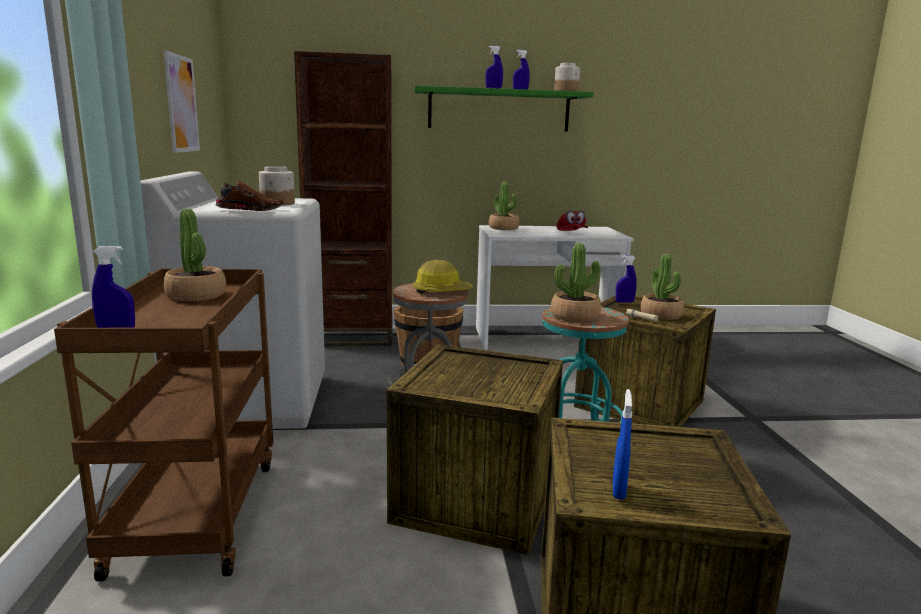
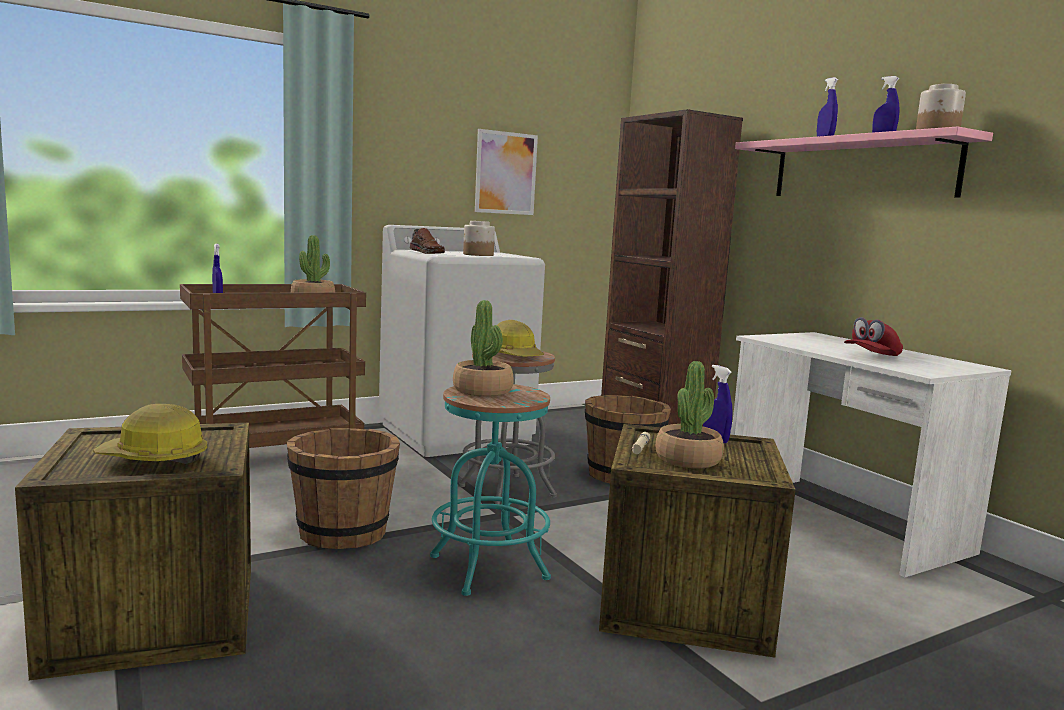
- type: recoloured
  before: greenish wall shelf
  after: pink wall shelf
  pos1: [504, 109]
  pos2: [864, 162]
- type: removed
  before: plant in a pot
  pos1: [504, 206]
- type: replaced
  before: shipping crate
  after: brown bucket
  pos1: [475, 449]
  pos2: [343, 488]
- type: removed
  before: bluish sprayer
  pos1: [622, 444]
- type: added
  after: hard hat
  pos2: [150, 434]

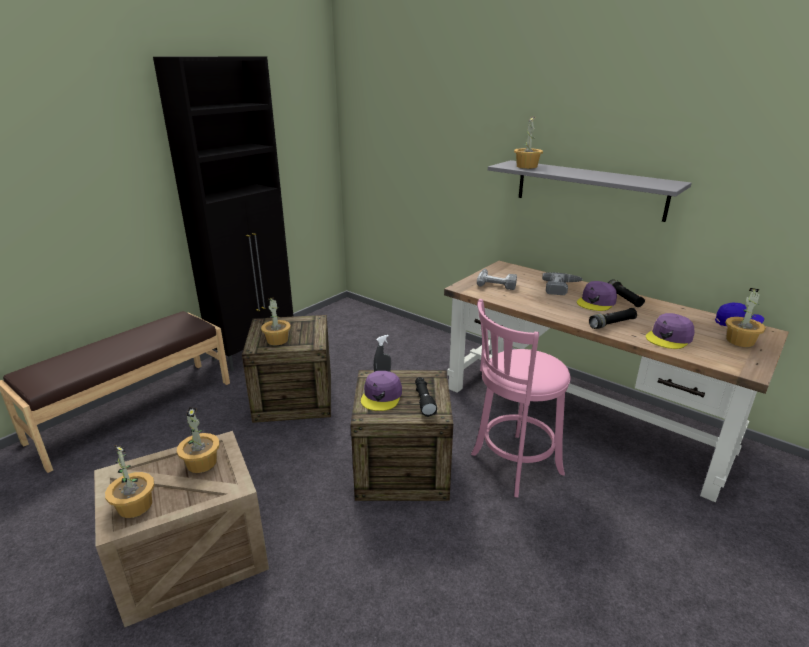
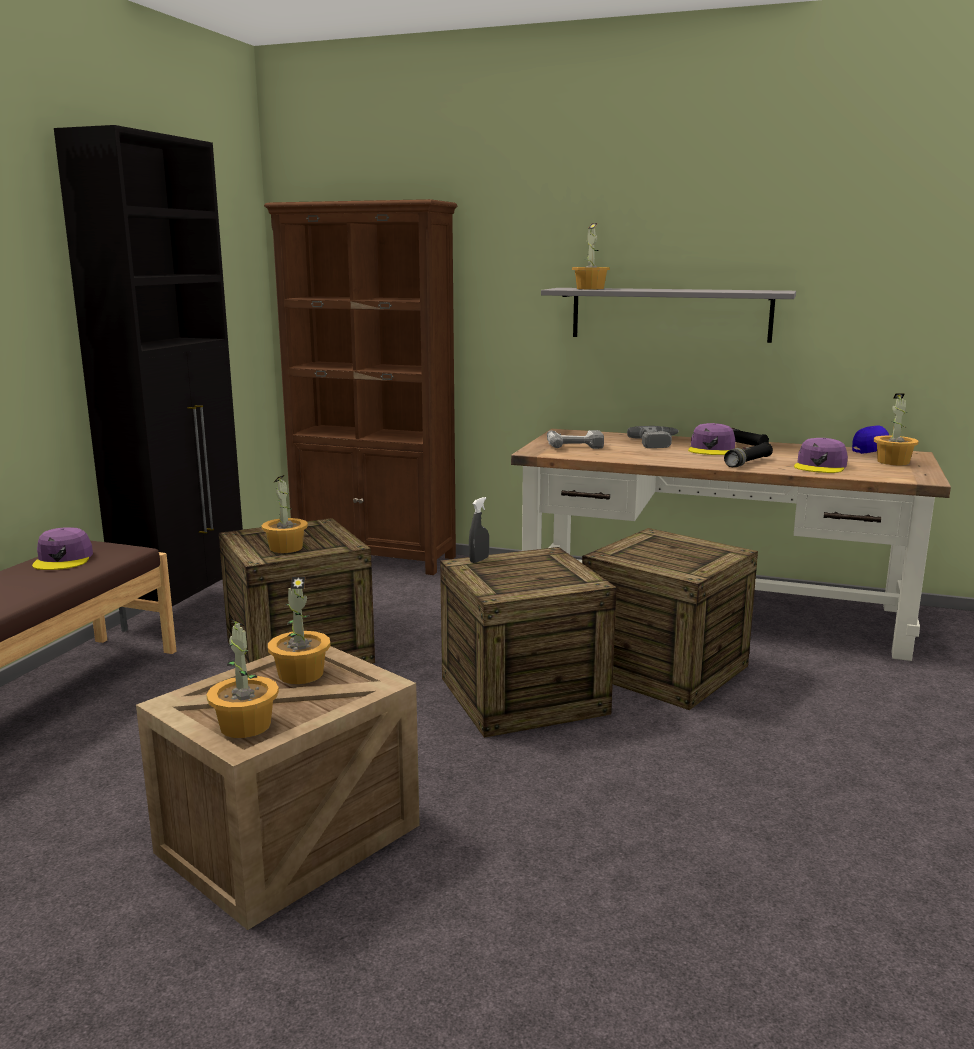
- type: replaced
  before: pink stool seat
  after: shipping crate
  pos1: [520, 398]
  pos2: [670, 619]
- type: moved
  before: purple-coloured peaked cap
  pos1: [381, 391]
  pos2: [62, 548]
- type: removed
  before: black hand torch
  pos1: [426, 397]
- type: added
  after: brown shelving unit
  pos2: [360, 387]

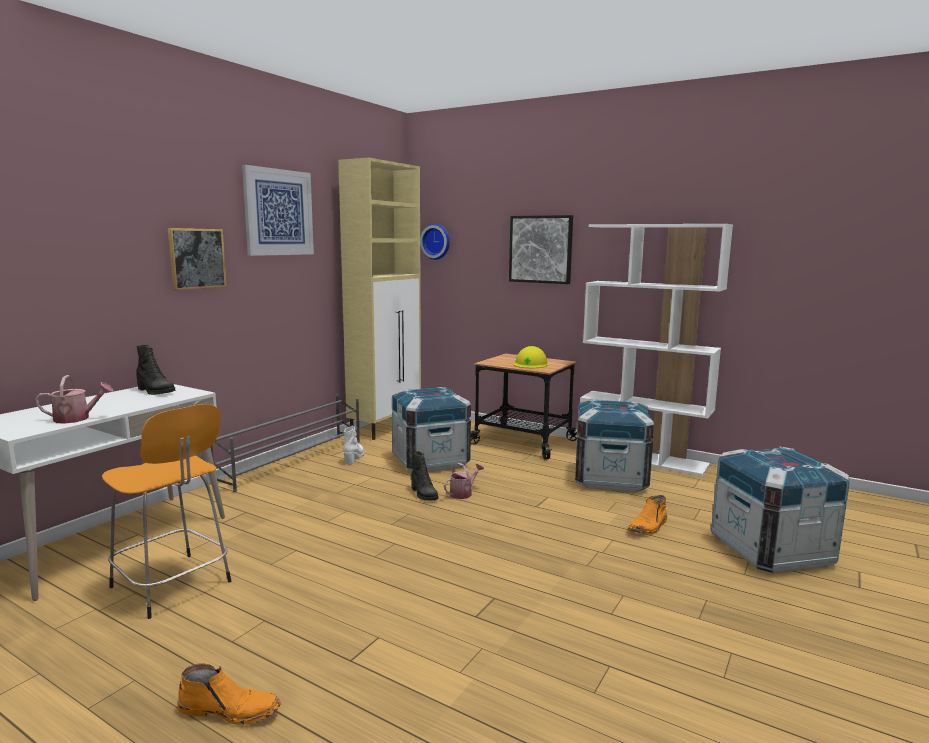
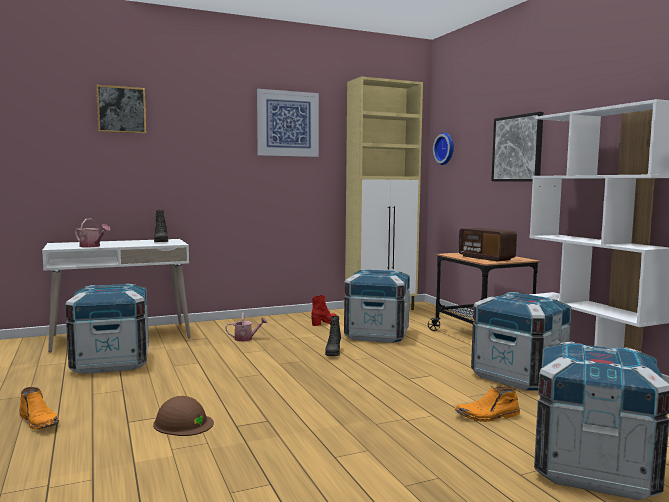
- type: moved
  before: wall art
  pos1: [197, 259]
  pos2: [121, 109]
- type: replaced
  before: yellow-coloured hard hat
  after: radio set
  pos1: [531, 357]
  pos2: [488, 244]
- type: removed
  before: gray shoe shelf
  pos1: [285, 443]
- type: replaced
  before: orange-coloured stool seat
  after: shipping crate
  pos1: [166, 511]
  pos2: [107, 329]
- type: recoloured
  before: white-coloured tall boot
  after: red-coloured tall boot
  pos1: [353, 445]
  pos2: [323, 310]
- type: moved
  before: sprinkling can
  pos1: [464, 481]
  pos2: [246, 327]
- type: added
  after: brown hard hat
  pos2: [183, 416]

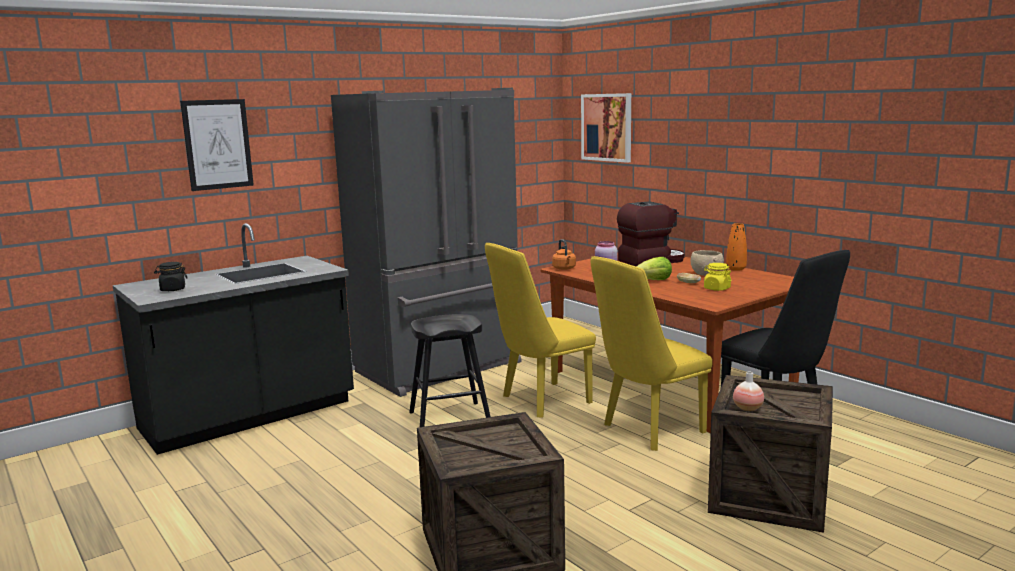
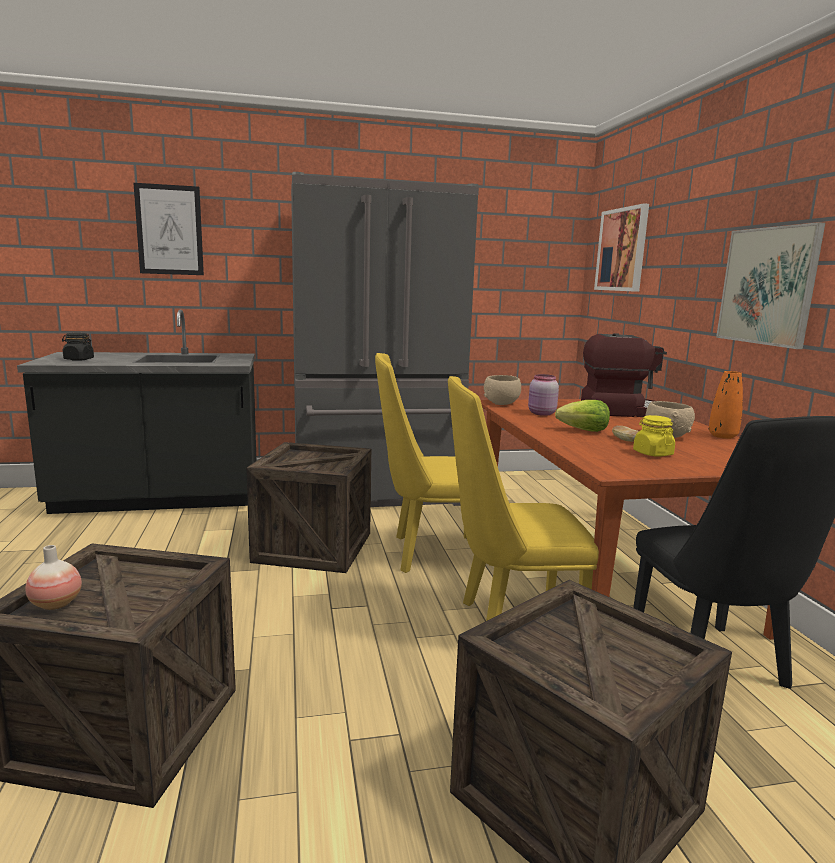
- type: replaced
  before: orange-coloured tea kettle
  after: beige-coloured deep dish
  pos1: [564, 254]
  pos2: [502, 390]
- type: replaced
  before: black stool seat
  after: shipping crate
  pos1: [450, 370]
  pos2: [308, 507]
- type: moved
  before: flower vase
  pos1: [748, 391]
  pos2: [53, 577]
- type: added
  after: wall art
  pos2: [770, 285]

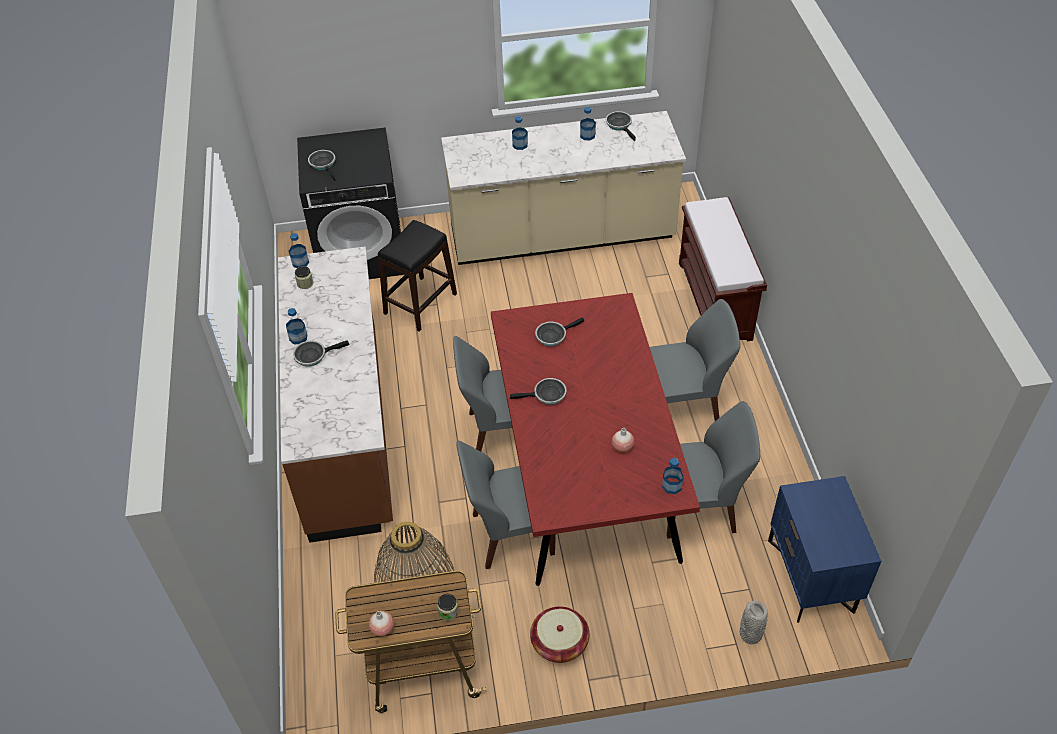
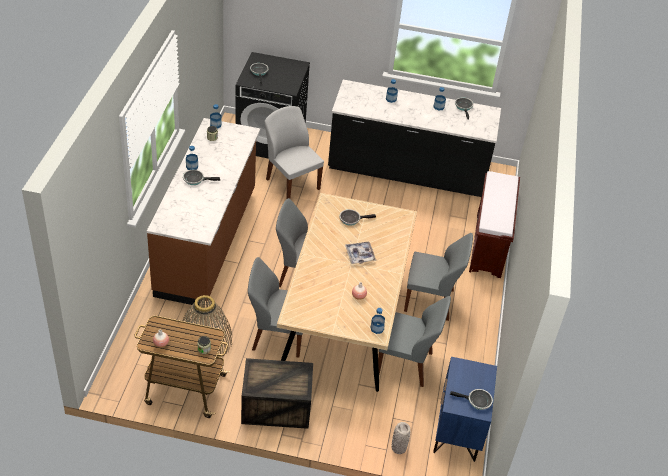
- type: recoloured
  before: beige-coloured counter
  after: black counter
  pos1: [563, 188]
  pos2: [414, 138]
- type: replaced
  before: black stool seat
  after: white-coloured upright chair
  pos1: [417, 276]
  pos2: [294, 152]
- type: recoloured
  before: red-coloured dinner table
  after: beige-coloured dinner table
  pos1: [595, 439]
  pos2: [347, 292]
- type: moved
  before: skillet
  pos1: [538, 391]
  pos2: [471, 399]
- type: replaced
  before: household basket
  after: shipping crate
  pos1: [559, 635]
  pos2: [277, 393]
- type: added
  after: tray
  pos2: [360, 253]

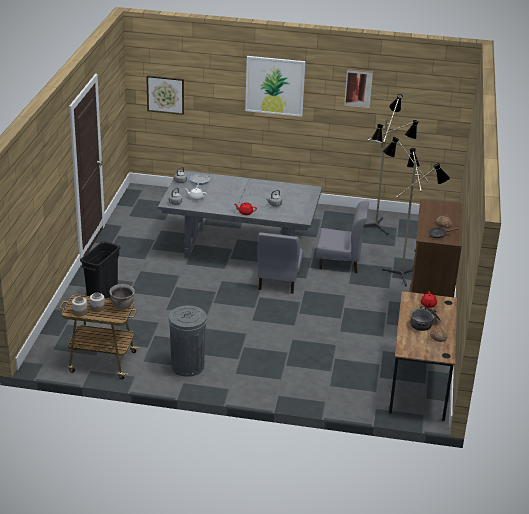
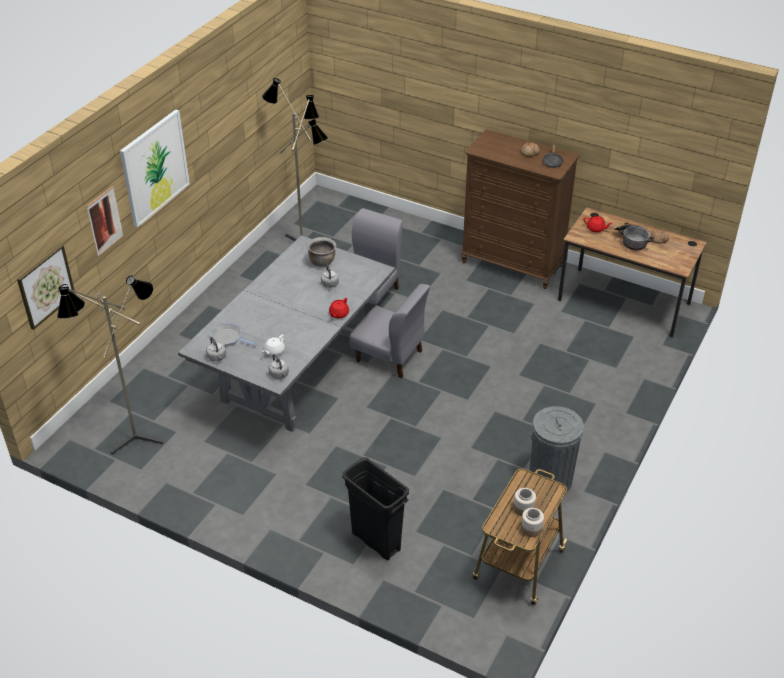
- type: moved
  before: wall art
  pos1: [358, 89]
  pos2: [104, 221]
- type: moved
  before: floor lamp
  pos1: [416, 211]
  pos2: [110, 365]
- type: moved
  before: brown cooking pot
  pos1: [122, 297]
  pos2: [321, 252]

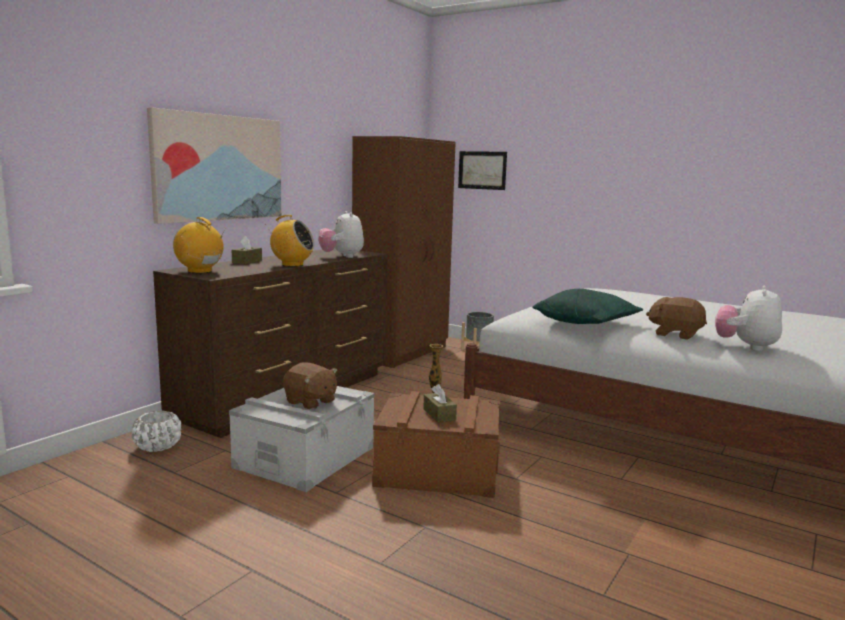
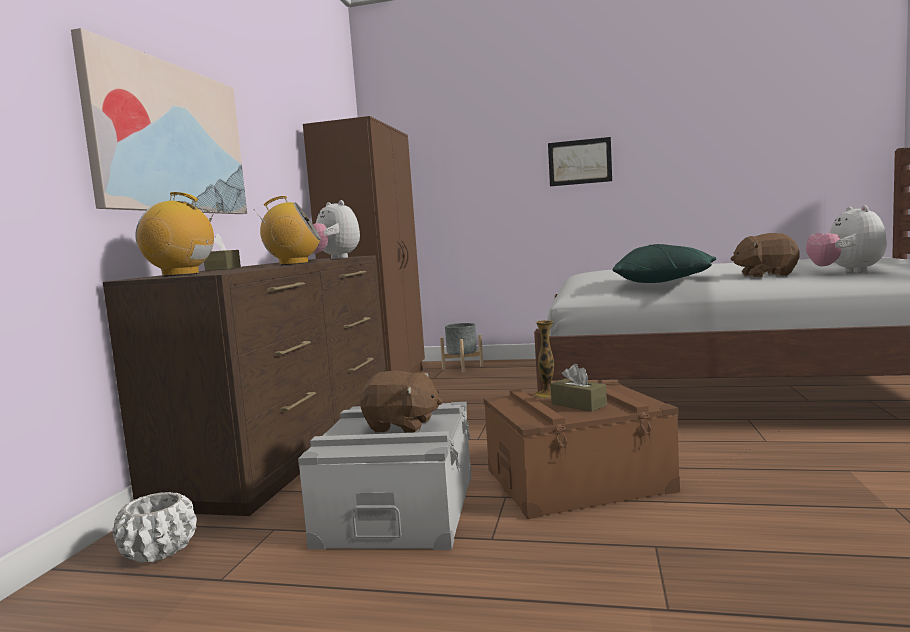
- type: moved
  before: wall art
  pos1: [482, 170]
  pos2: [580, 161]

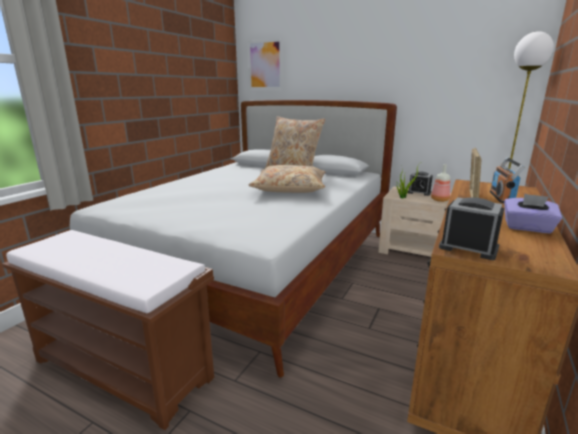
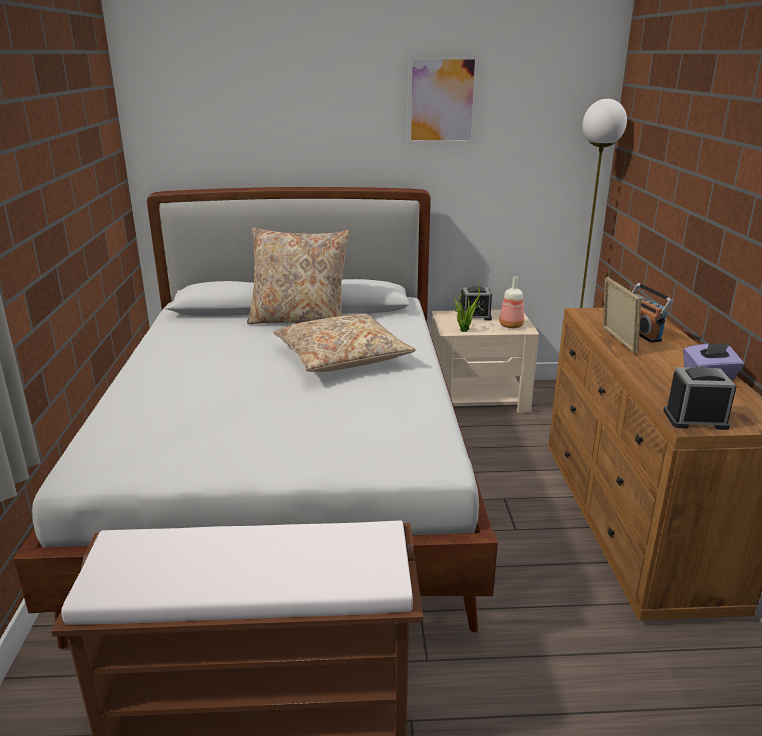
- type: moved
  before: wall art
  pos1: [265, 64]
  pos2: [443, 99]

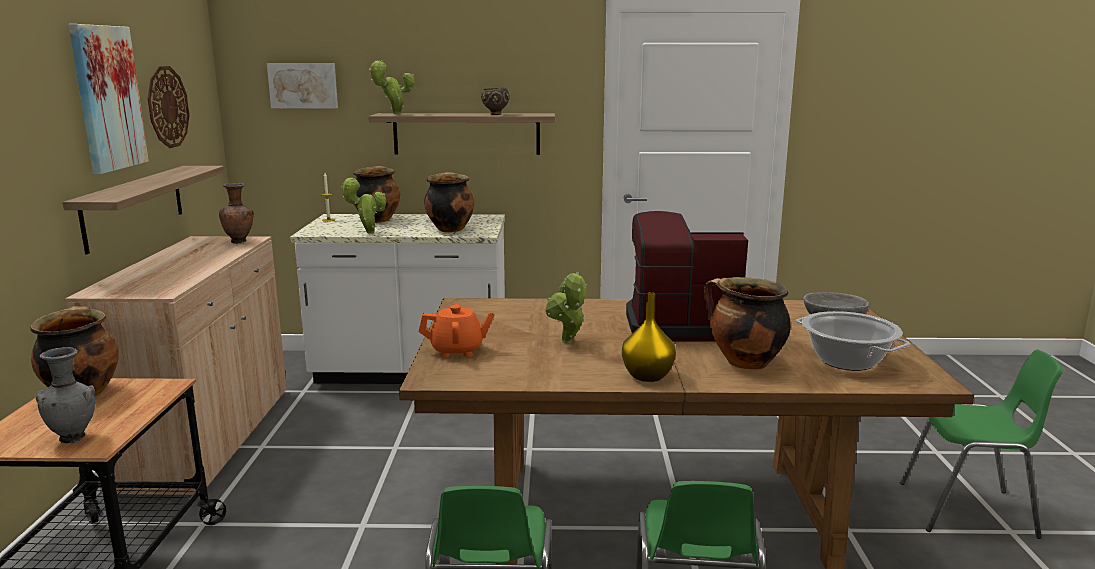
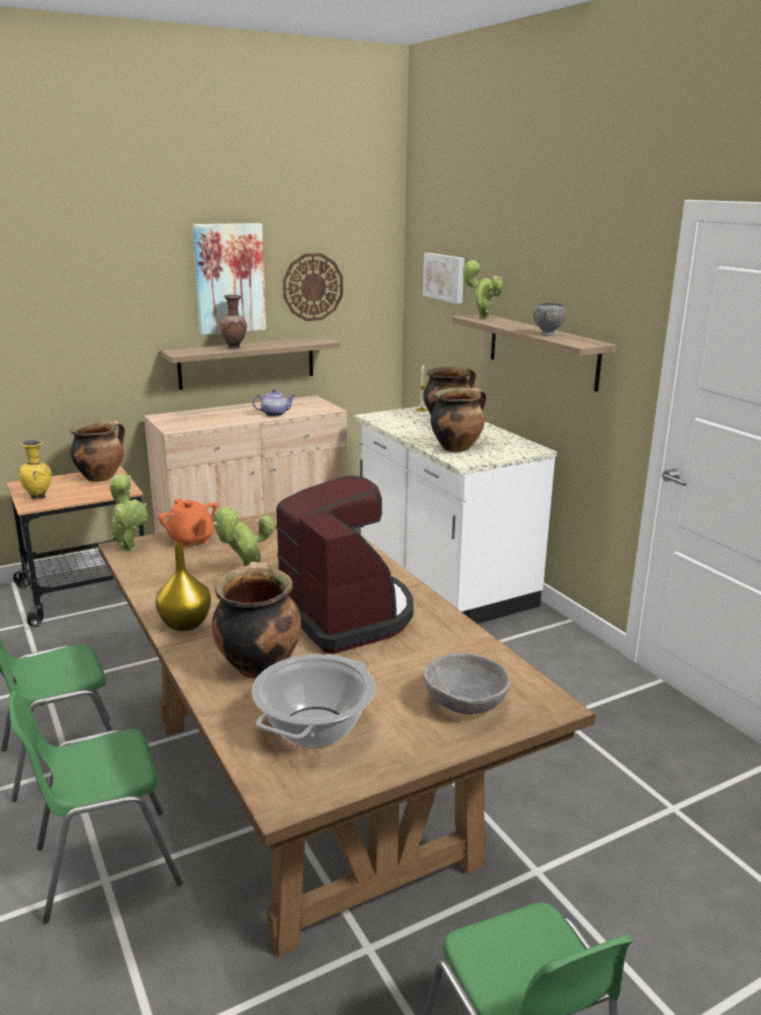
- type: recoloured
  before: brown deep dish
  after: gray deep dish
  pos1: [495, 101]
  pos2: [549, 319]
- type: moved
  before: plant in a pot
  pos1: [363, 206]
  pos2: [129, 512]
- type: moved
  before: brown flower vase
  pos1: [236, 213]
  pos2: [233, 322]
- type: recoloured
  before: gray flower vase
  after: yellow-coloured flower vase
  pos1: [65, 395]
  pos2: [35, 470]
- type: added
  after: tea pot
  pos2: [274, 402]

